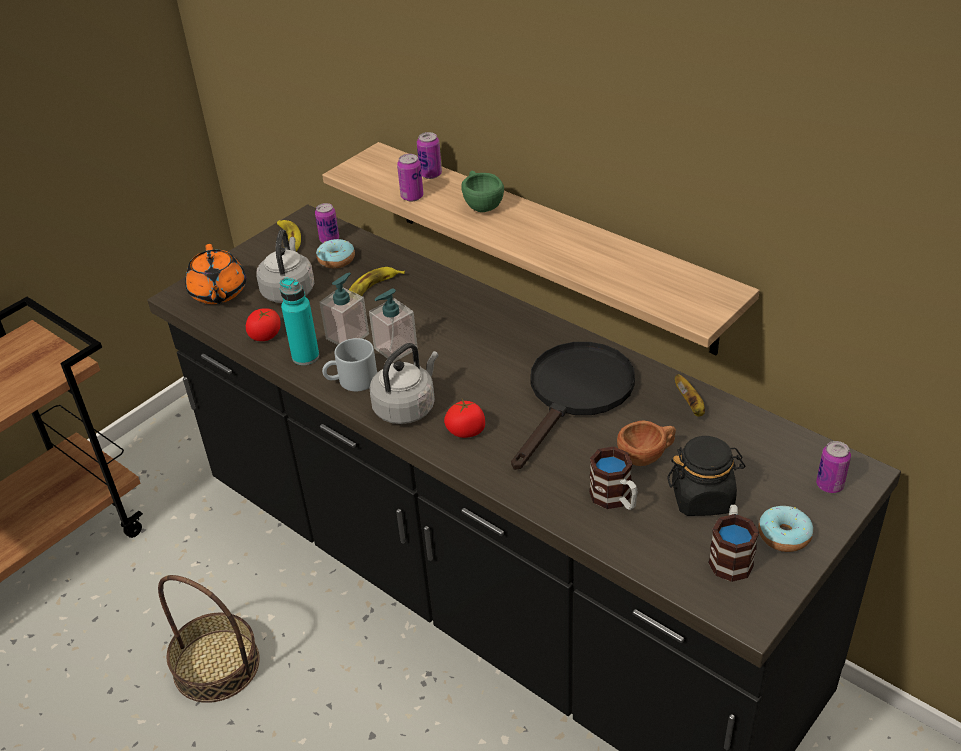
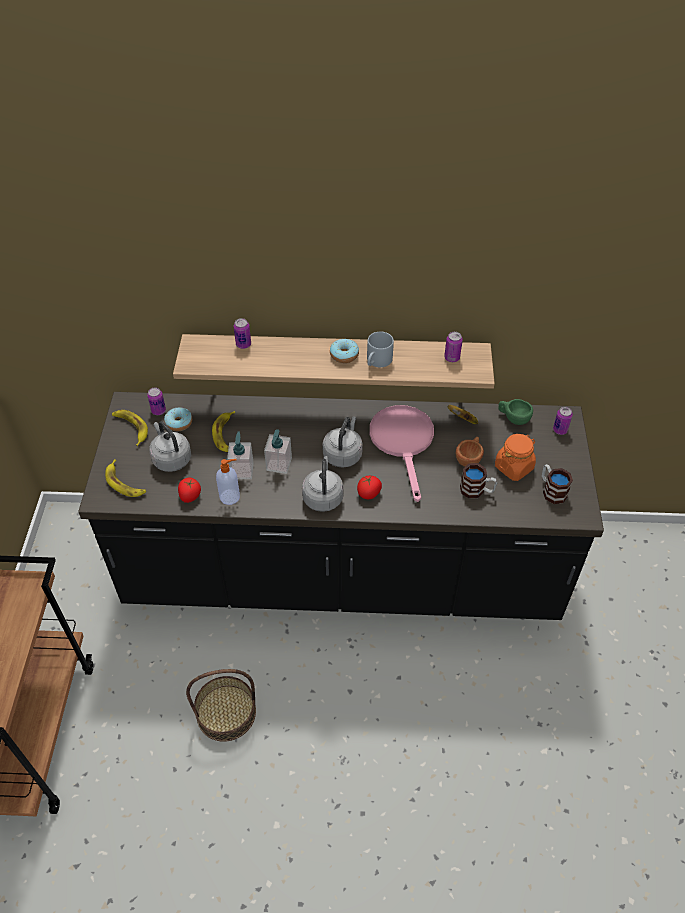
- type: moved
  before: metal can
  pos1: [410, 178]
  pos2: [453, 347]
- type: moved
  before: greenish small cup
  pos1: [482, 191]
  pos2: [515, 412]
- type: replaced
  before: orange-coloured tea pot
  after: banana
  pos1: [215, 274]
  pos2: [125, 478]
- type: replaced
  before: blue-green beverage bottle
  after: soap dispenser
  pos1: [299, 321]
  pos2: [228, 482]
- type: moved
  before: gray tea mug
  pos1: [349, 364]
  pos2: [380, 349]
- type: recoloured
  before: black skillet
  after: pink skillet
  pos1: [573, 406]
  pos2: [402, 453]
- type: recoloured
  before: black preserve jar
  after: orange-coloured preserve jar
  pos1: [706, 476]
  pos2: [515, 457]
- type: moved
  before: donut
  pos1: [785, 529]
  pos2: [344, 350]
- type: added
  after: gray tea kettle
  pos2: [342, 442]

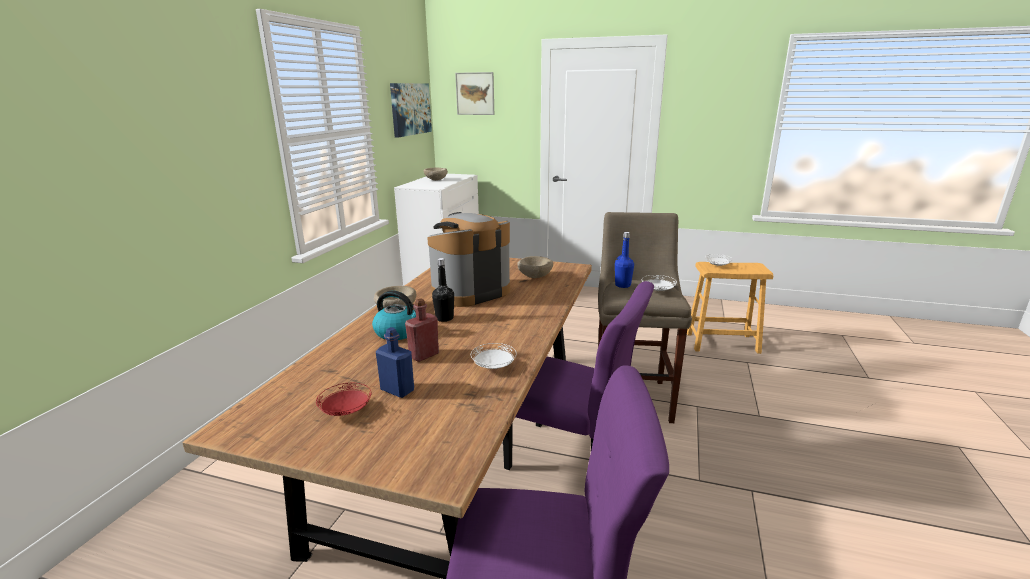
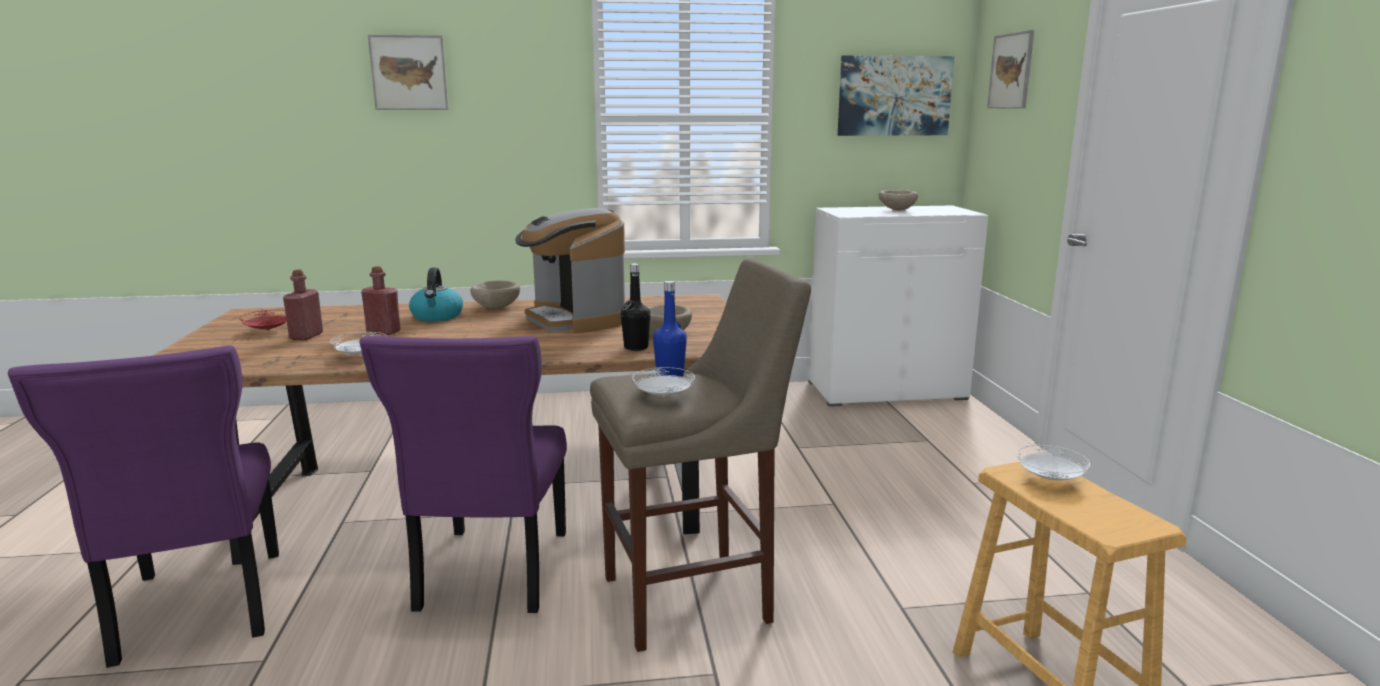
- type: turned
  before: coffee maker
  pos1: [468, 259]
  pos2: [570, 270]
  turn: -150
- type: moved
  before: black beverage bottle
  pos1: [443, 290]
  pos2: [635, 307]
- type: recoloured
  before: bluish beverage bottle
  after: red-coloured beverage bottle
  pos1: [395, 362]
  pos2: [303, 304]
- type: added
  after: wall art
  pos2: [408, 72]

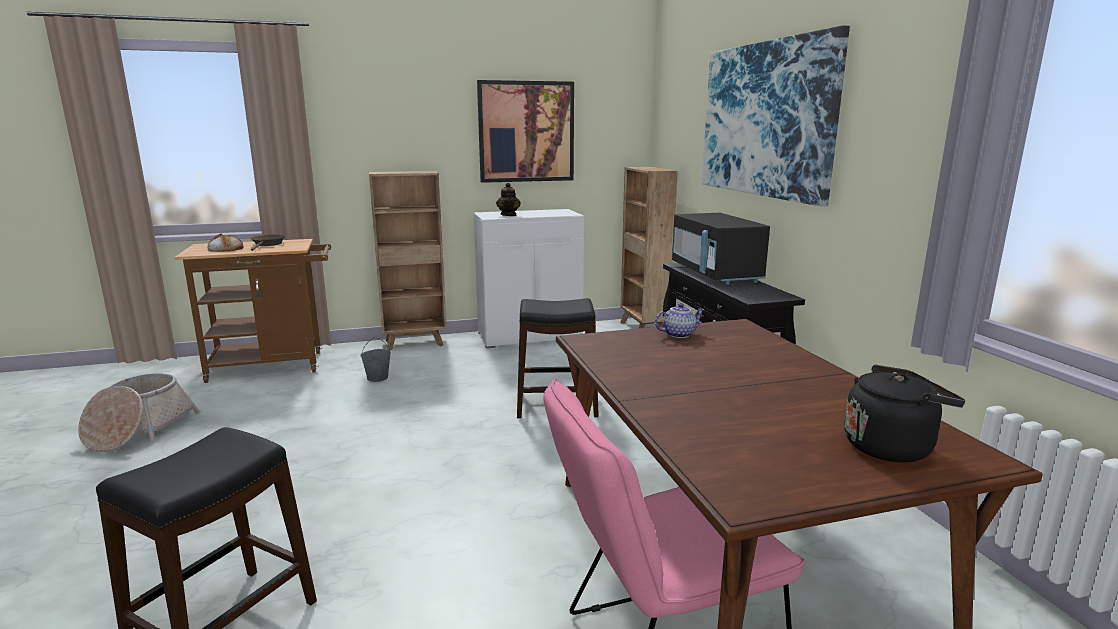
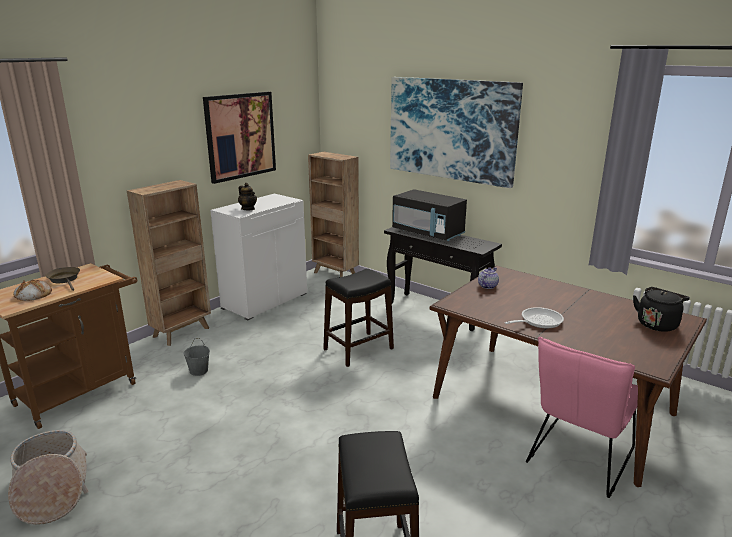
- type: added
  after: skillet
  pos2: [534, 317]

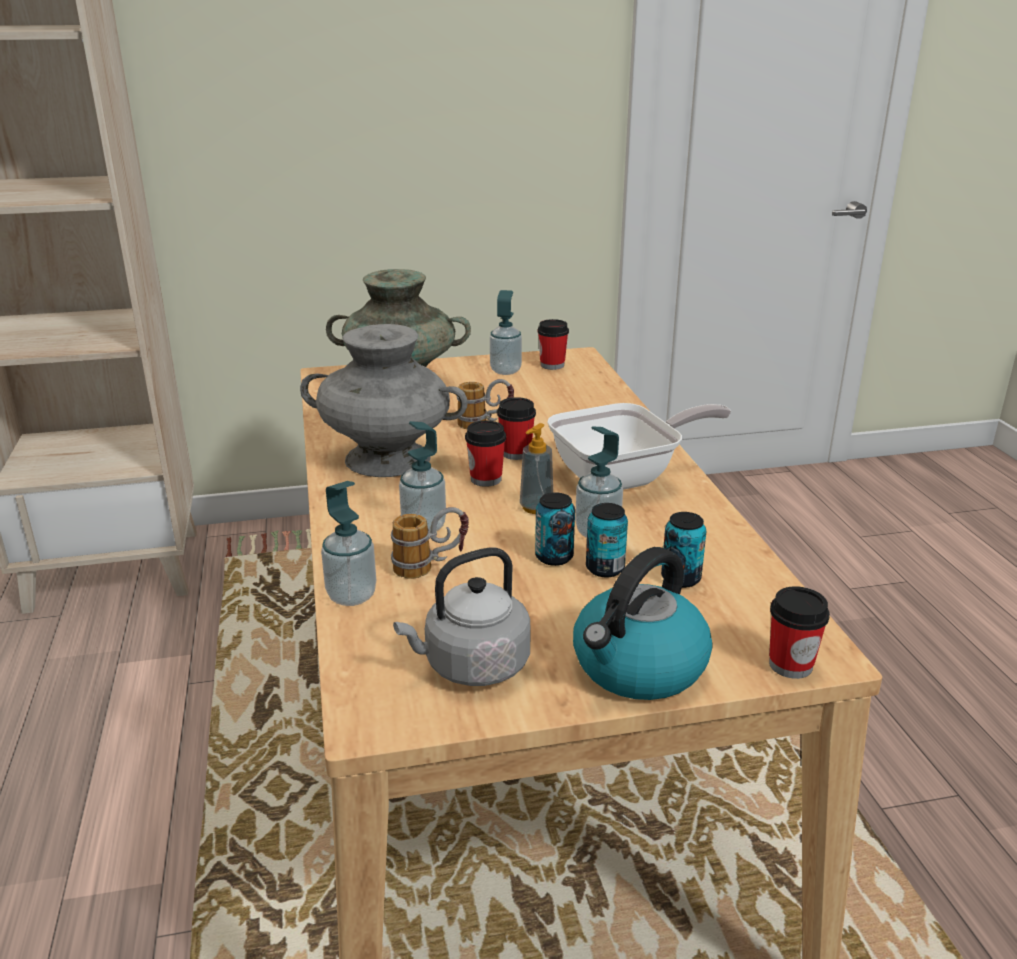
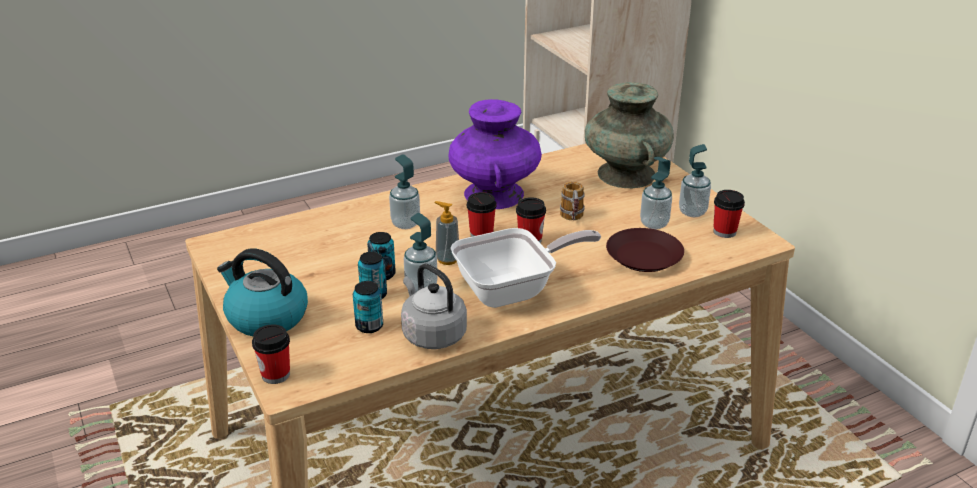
- type: recoloured
  before: gray flower vase
  after: purple-coloured flower vase
  pos1: [384, 400]
  pos2: [495, 154]
- type: turned
  before: skillet
  pos1: [639, 446]
  pos2: [525, 268]
  turn: -75
- type: moved
  before: soap dispenser
  pos1: [348, 543]
  pos2: [656, 193]
- type: removed
  before: tea mug
  pos1: [430, 543]
- type: moved
  before: gray tea kettle
  pos1: [462, 616]
  pos2: [434, 306]
- type: added
  after: brown flat dish
  pos2: [645, 250]

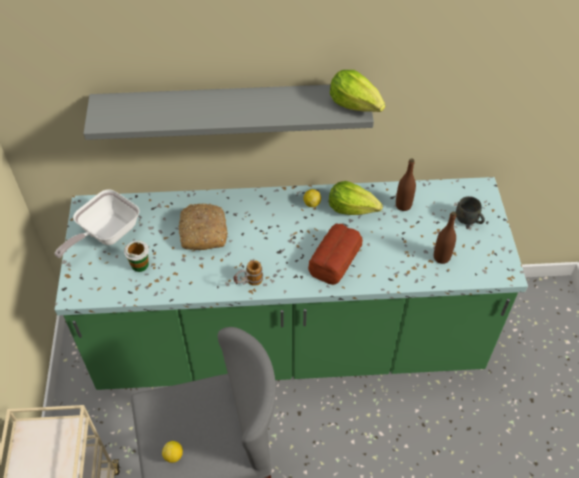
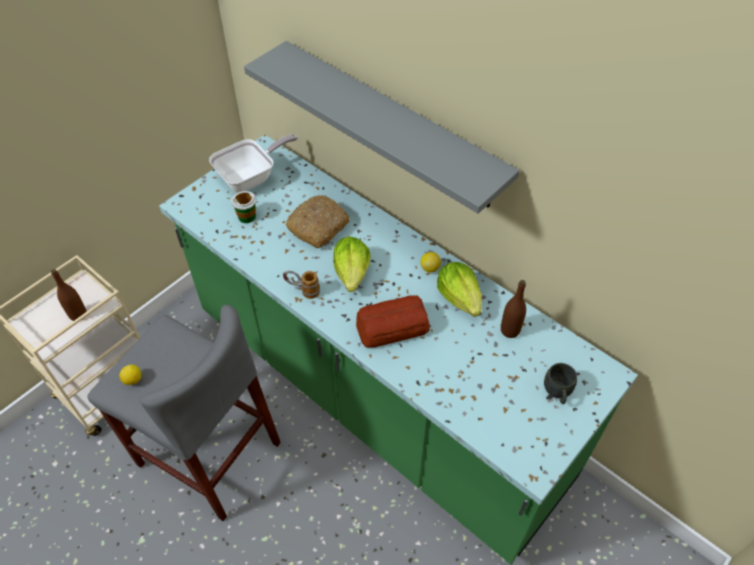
- type: moved
  before: head of lettuce
  pos1: [357, 91]
  pos2: [351, 264]
- type: turned
  before: skillet
  pos1: [97, 223]
  pos2: [253, 163]
  turn: 150
- type: moved
  before: brown beverage bottle
  pos1: [445, 238]
  pos2: [69, 295]

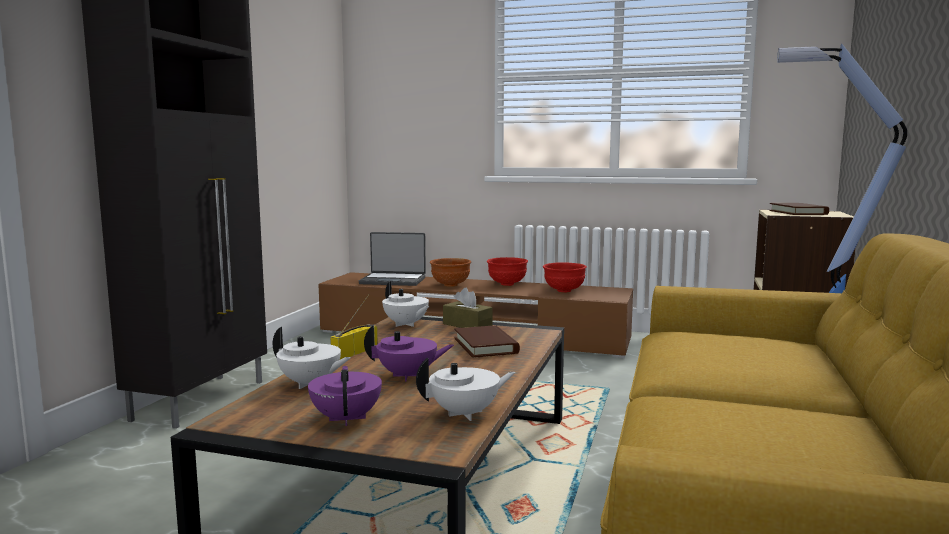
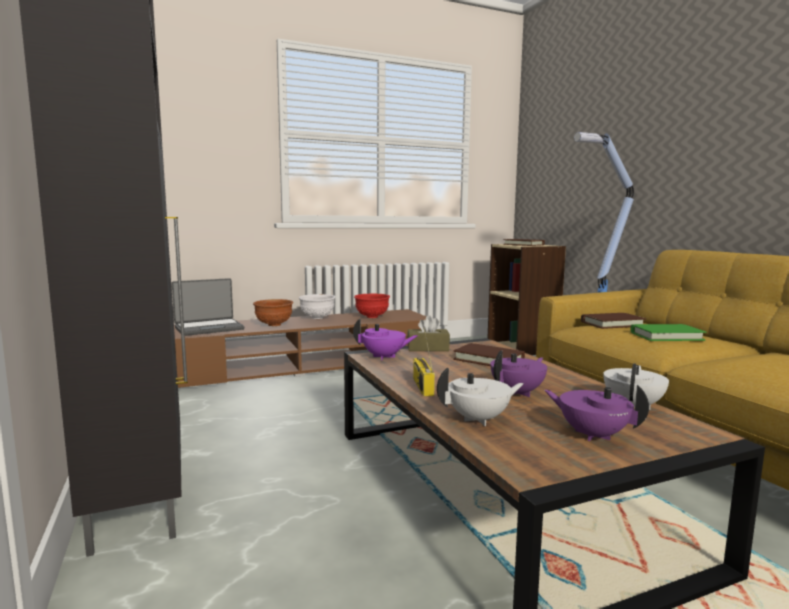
- type: recoloured
  before: red-coloured deep dish
  after: white-coloured deep dish
  pos1: [507, 271]
  pos2: [317, 306]
- type: recoloured
  before: white-coloured tea pot
  after: purple-coloured tea pot
  pos1: [406, 304]
  pos2: [385, 339]
- type: added
  after: brown volume
  pos2: [613, 321]
- type: added
  after: greenish volume
  pos2: [668, 332]

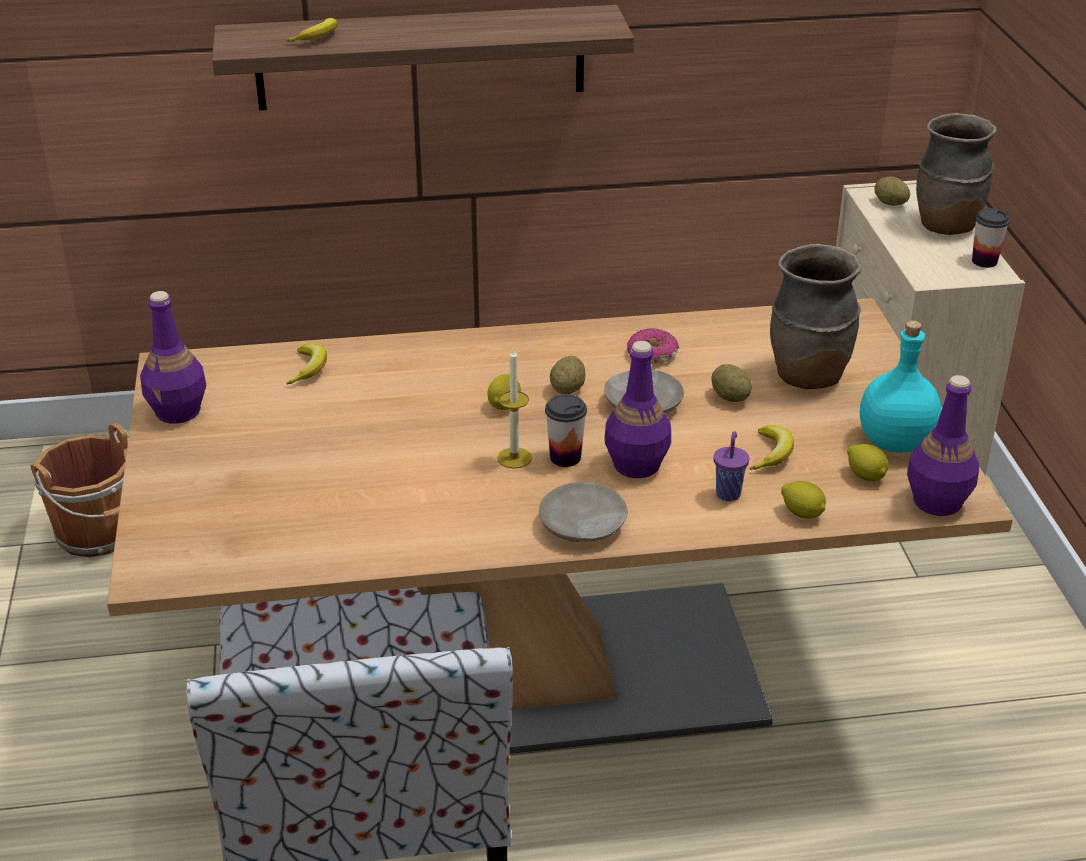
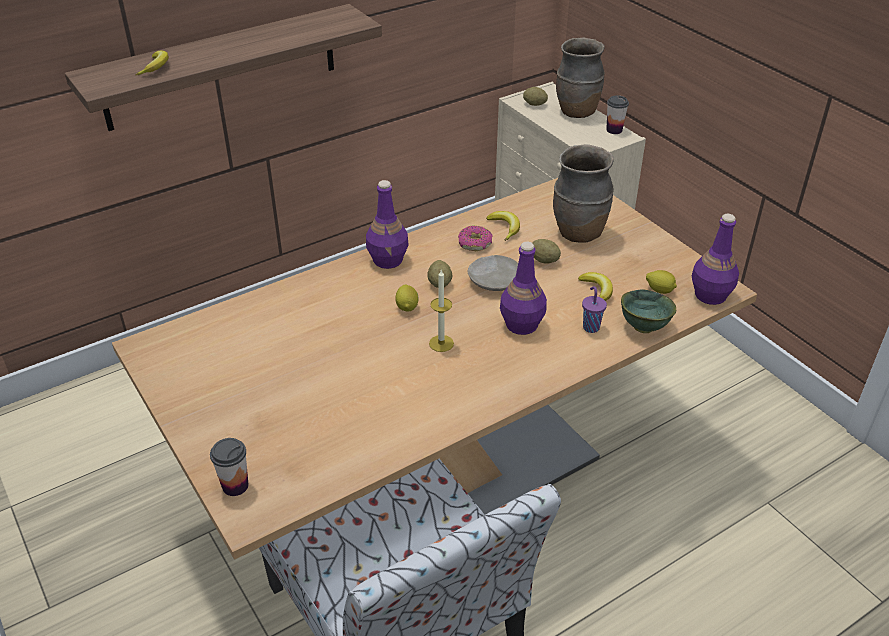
- type: moved
  before: purple-coloured beverage bottle
  pos1: [173, 357]
  pos2: [387, 224]
- type: removed
  before: blue-green beverage bottle
  pos1: [900, 386]
- type: moved
  before: banana
  pos1: [306, 364]
  pos2: [503, 226]
- type: moved
  before: small cup
  pos1: [566, 430]
  pos2: [229, 467]
- type: removed
  before: brown bucket
  pos1: [79, 490]
- type: replaced
  before: citrus fruit
  after: greenish deep dish
  pos1: [803, 500]
  pos2: [648, 311]
- type: removed
  before: beige-coloured flat dish
  pos1: [583, 512]

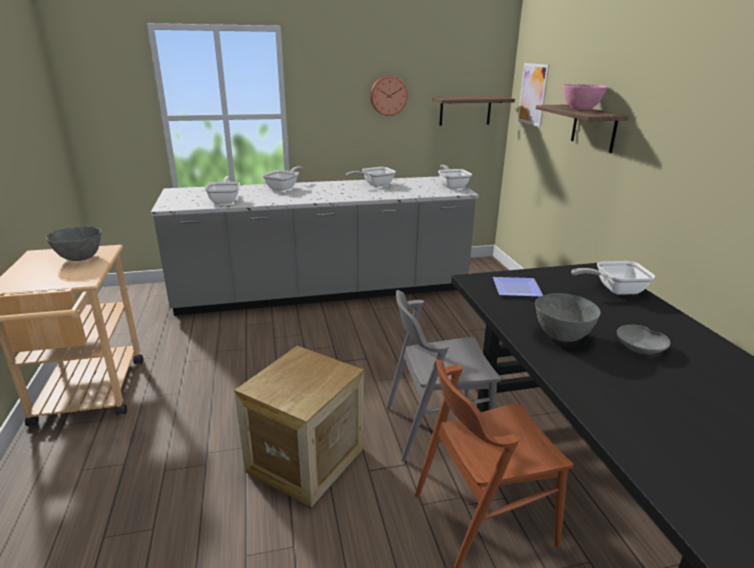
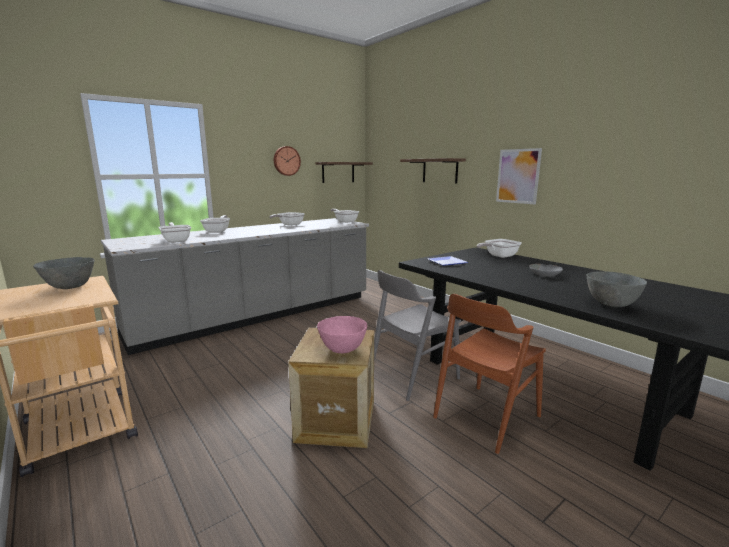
- type: moved
  before: wall art
  pos1: [533, 95]
  pos2: [519, 176]
- type: moved
  before: pink deep dish
  pos1: [585, 97]
  pos2: [342, 334]
- type: moved
  before: gray deep dish
  pos1: [568, 317]
  pos2: [617, 289]

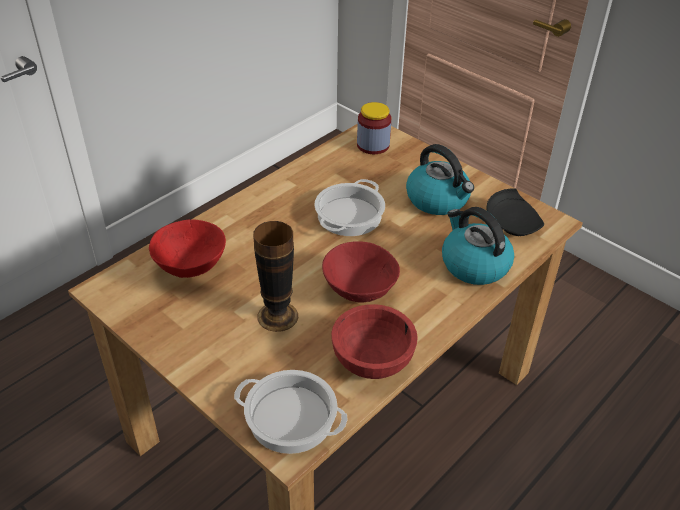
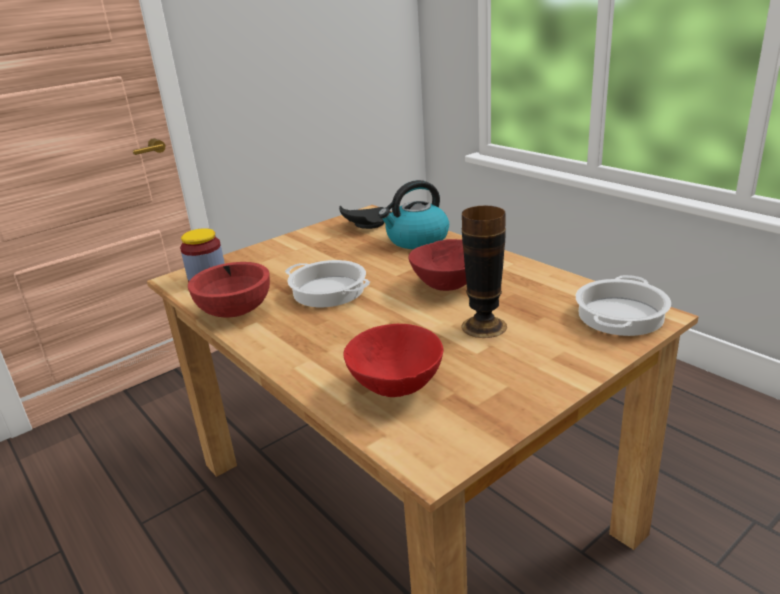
- type: removed
  before: tea kettle
  pos1: [440, 179]
- type: moved
  before: red-coloured deep dish
  pos1: [374, 341]
  pos2: [229, 289]

